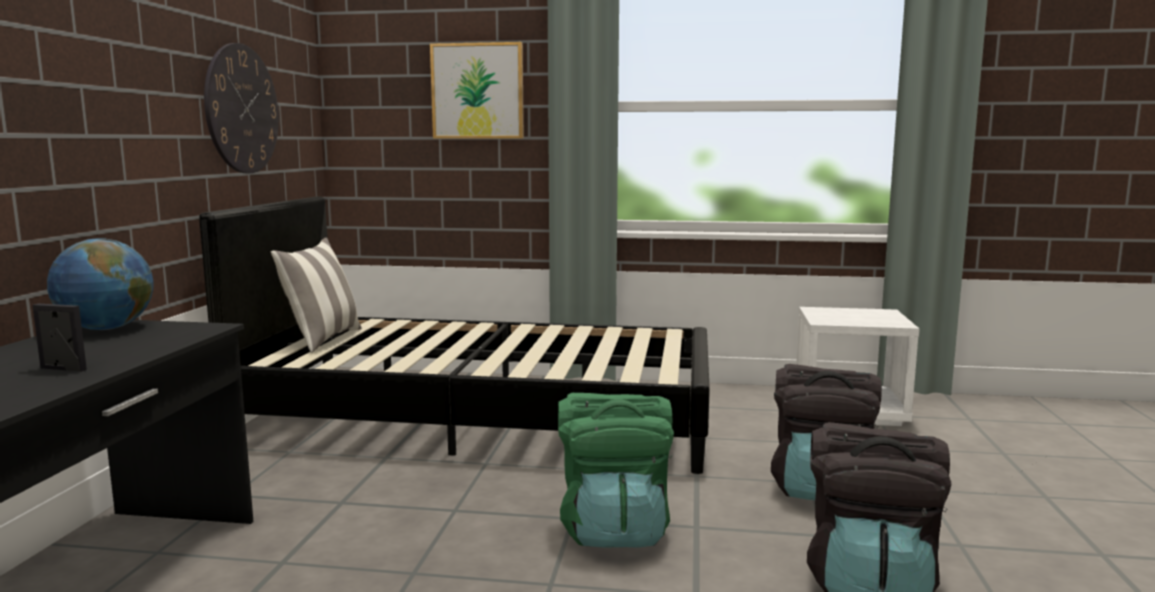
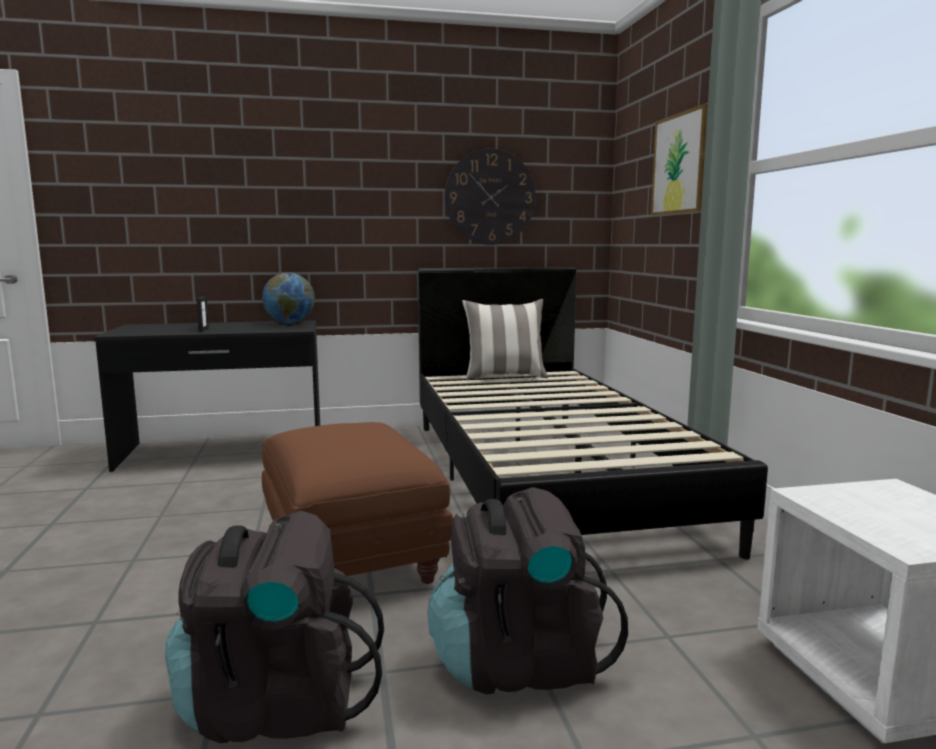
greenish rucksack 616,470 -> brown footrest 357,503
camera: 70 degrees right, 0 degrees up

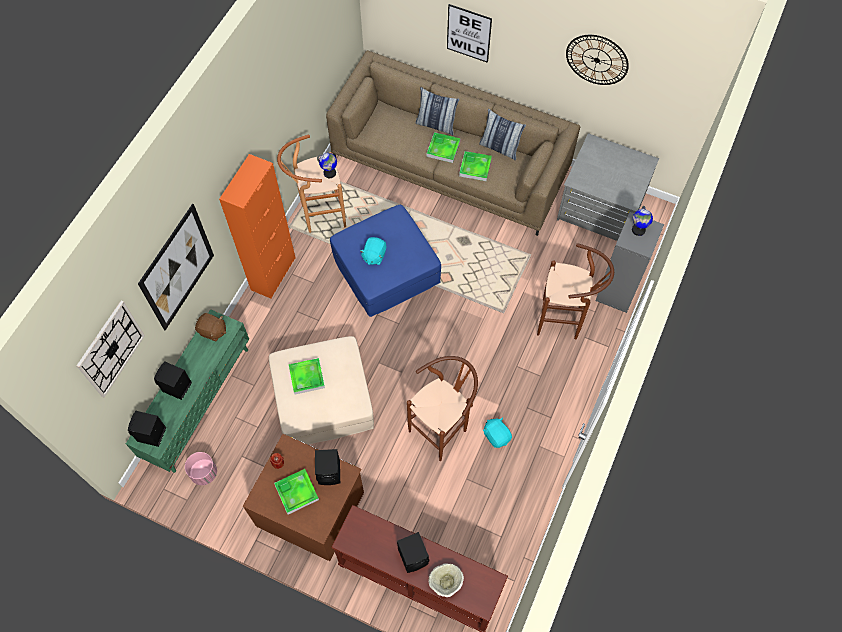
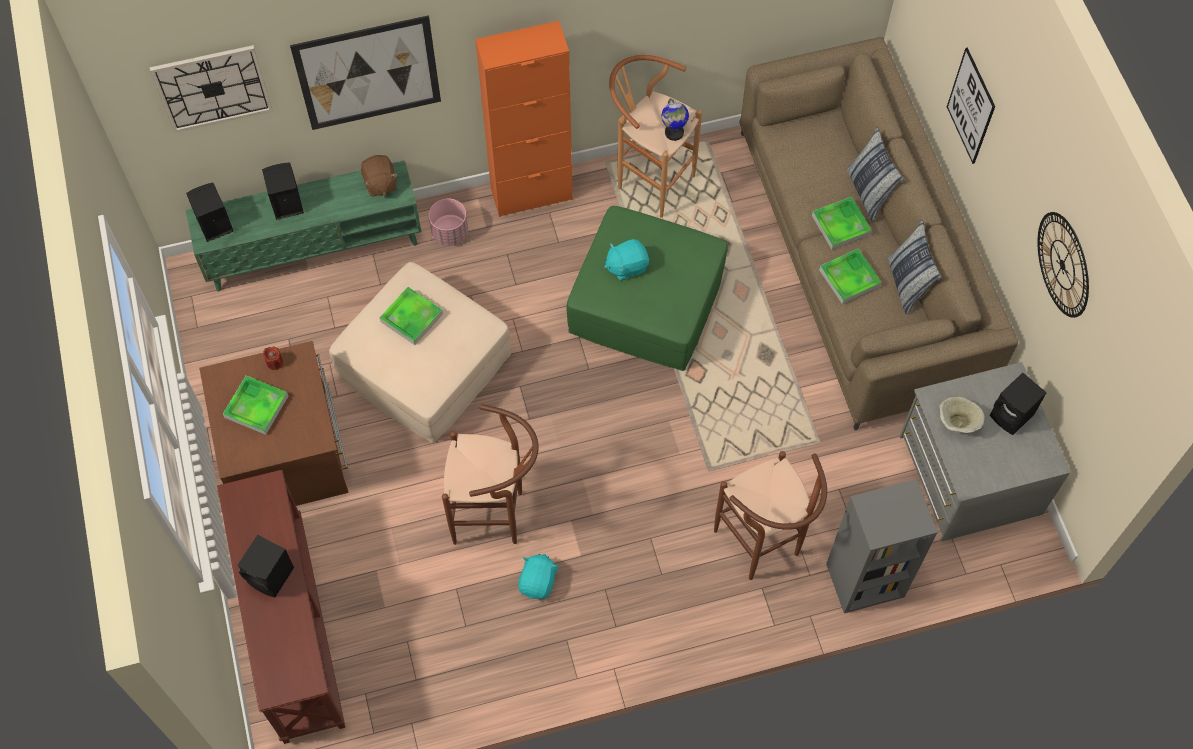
blue-coloured footrest 385,261 -> greenish footrest 647,288
desk globe 642,221 -> none
black speaker 327,467 -> black speaker 1018,403, shifted
pinkish plant pot 201,468 -> pinkish plant pot 448,222, shifted
beige deep dish 446,580 -> beige deep dish 962,415, shifted
camera: 50 degrees right, 0 degrees up

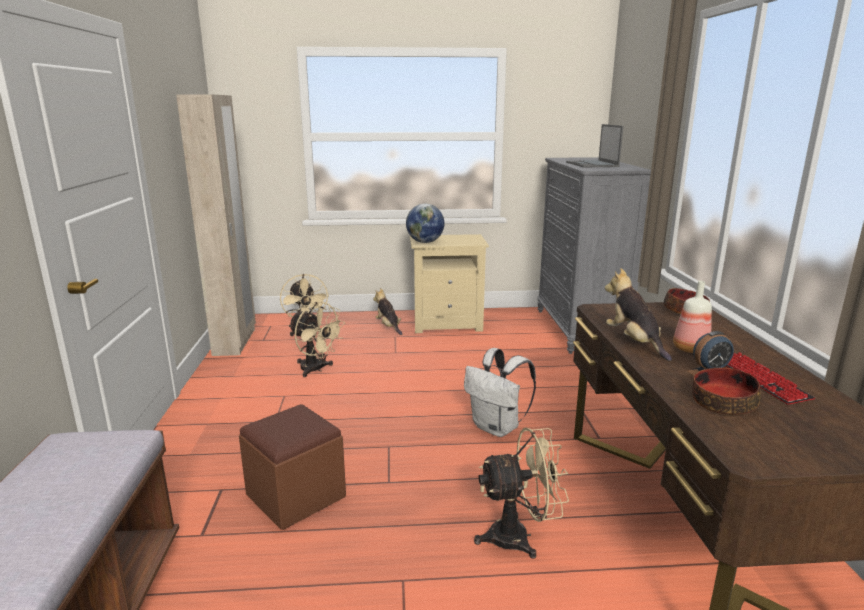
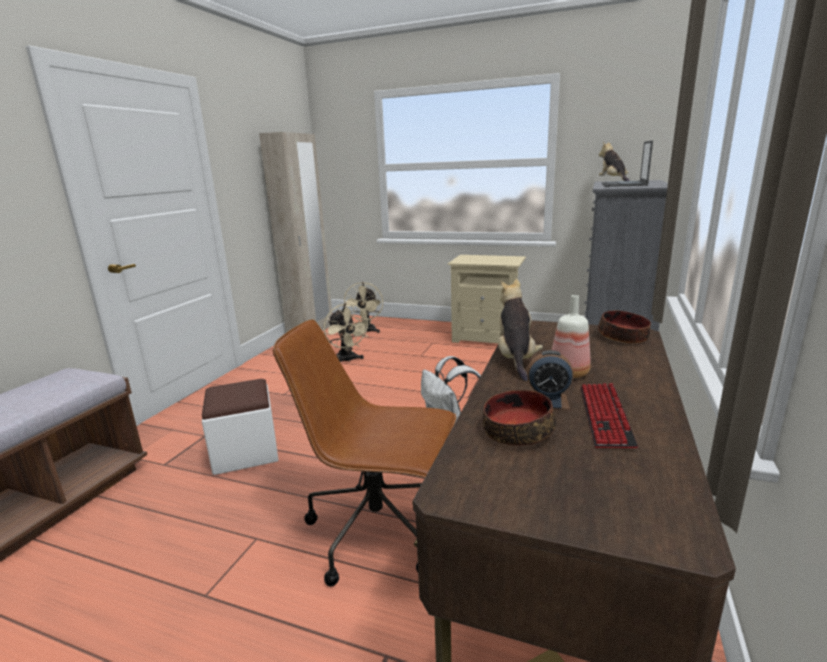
desk globe 425,223 -> none
soft toy 387,311 -> soft toy 614,161, shifted
brown footrest 292,467 -> whitish footrest 240,427
beige fan 521,493 -> brown desk chair 364,453
camera: 25 degrees right, 0 degrees up

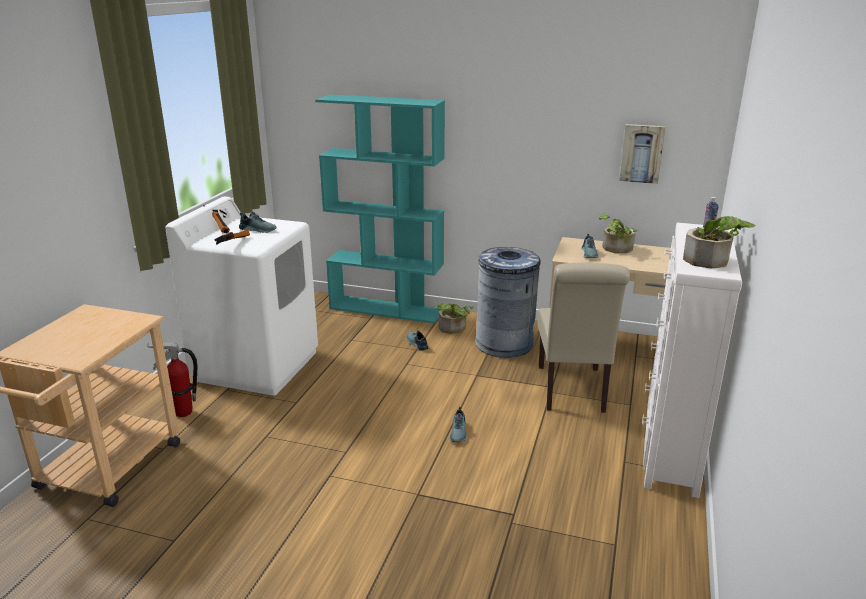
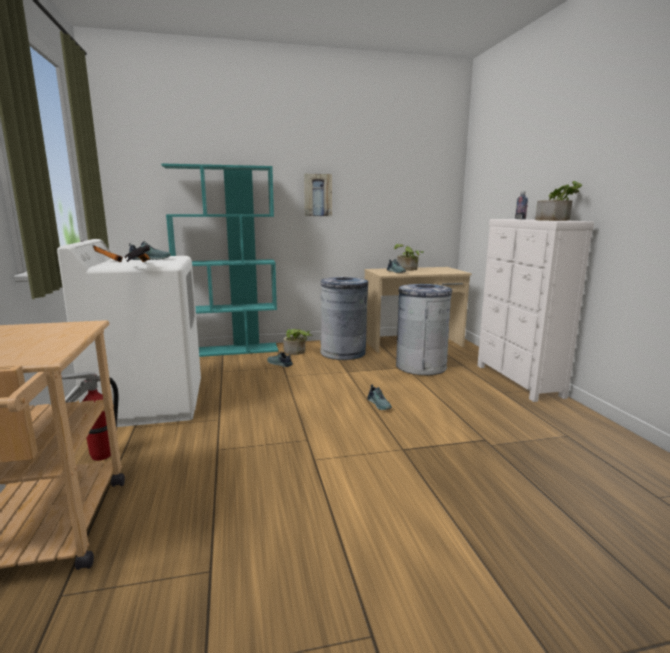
wall art 642,154 -> wall art 318,195, shifted
beige upright chair 583,338 -> greyish trash can 424,329
camera: 30 degrees left, 10 degrees down

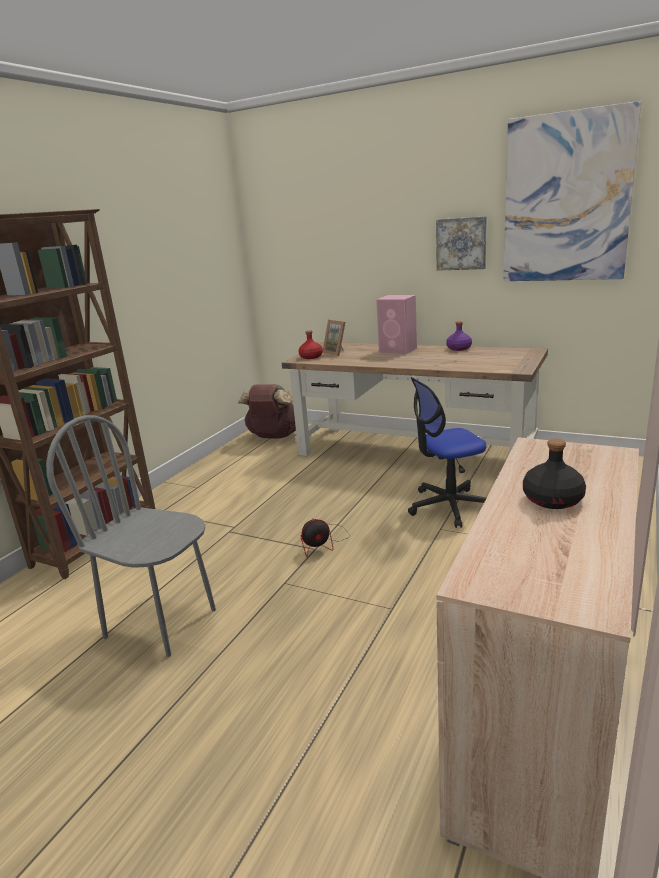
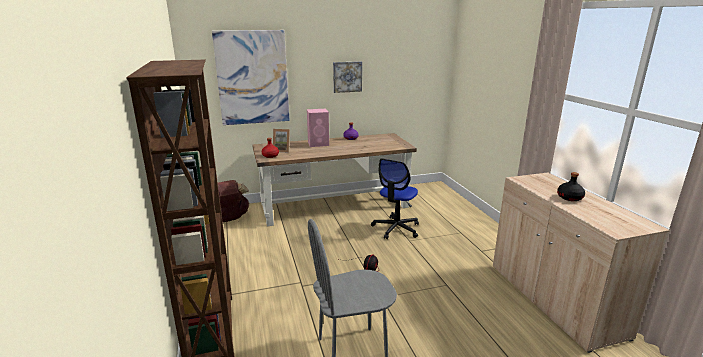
wall art 572,191 -> wall art 251,77, shifted
camera: 45 degrees left, 0 degrees up

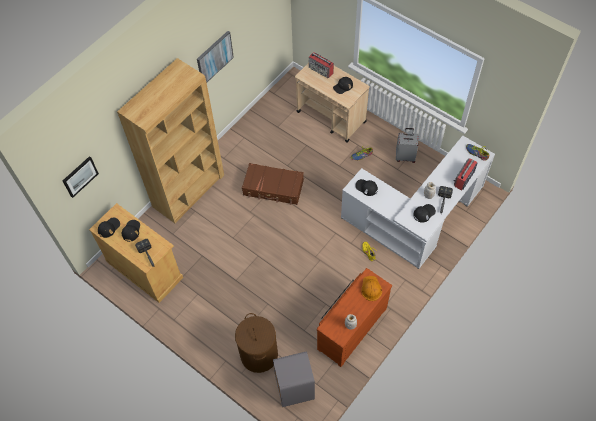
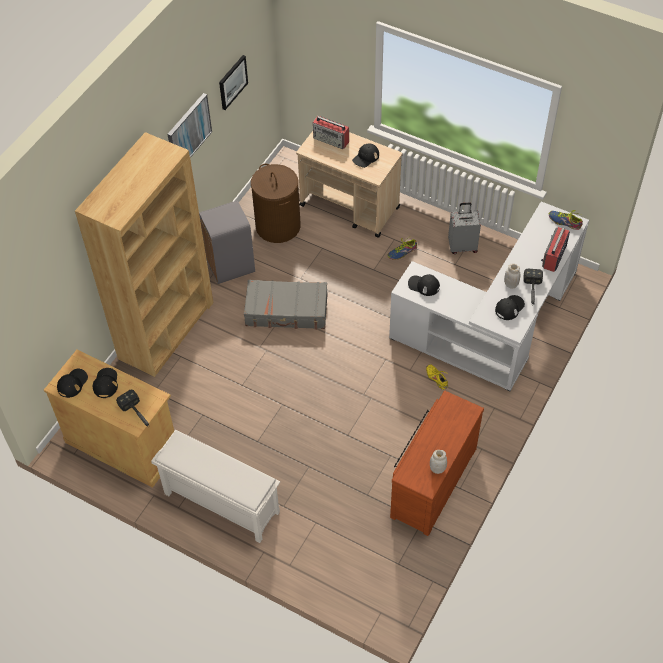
wall art 81,177 -> wall art 233,82, shifted
brown suitcase 273,184 -> greyish suitcase 285,305
orangey hard hat 371,288 -> none
brown hamper 256,343 -> brown hamper 275,203, shifted
greyish trash can 294,379 -> greyish trash can 227,242, shifted
none -> whitish shoe stand 215,486
camera: 10 degrees left, 5 degrees down

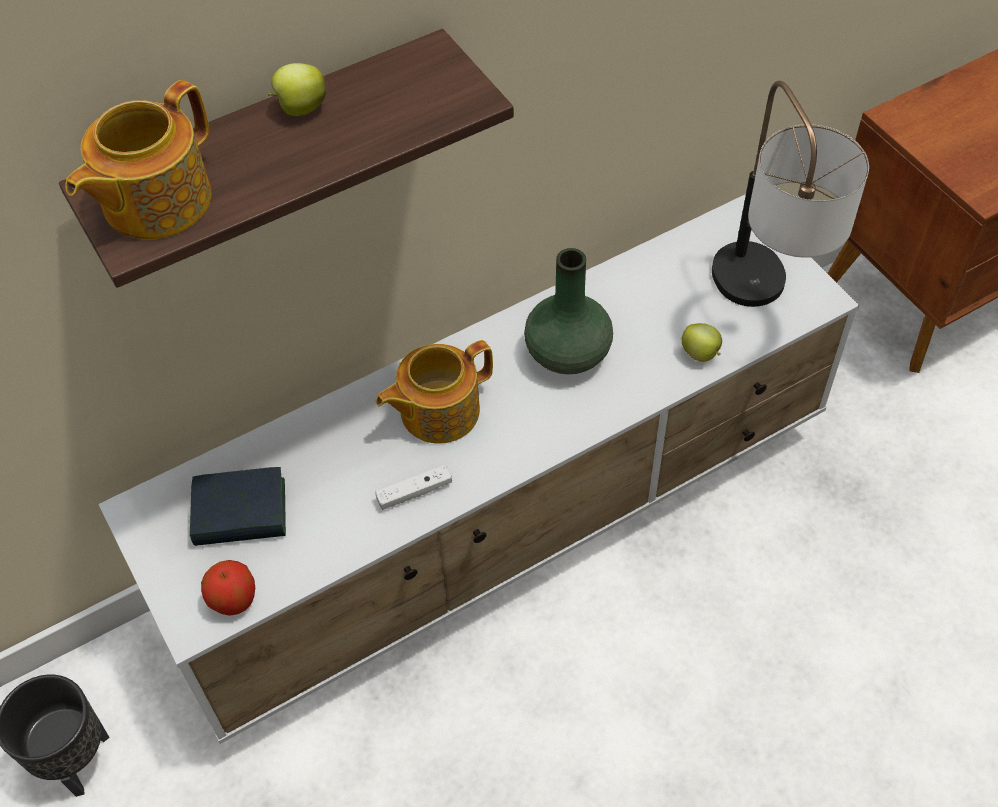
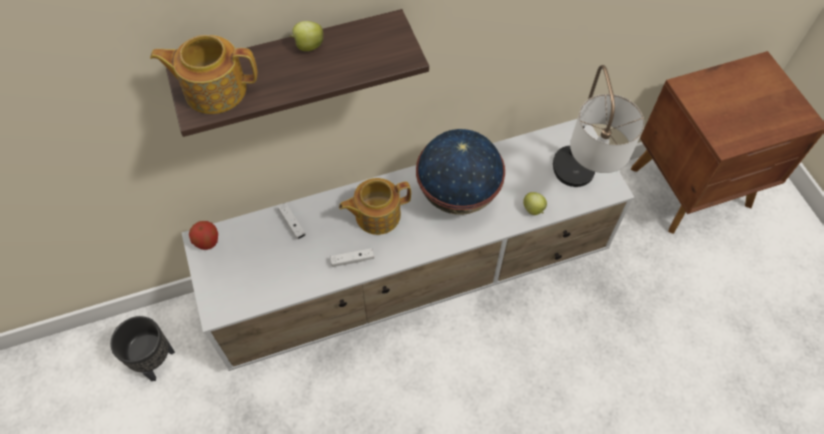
pot for tea 138,159 -> pot for tea 204,74, 45 degrees clockwise
greenish flower vase 568,311 -> desk globe 460,172
book 238,506 -> none
apple 228,588 -> apple 203,235, shifted
none -> whitish gamepad 292,221
camera: 10 degrees right, 5 degrees up

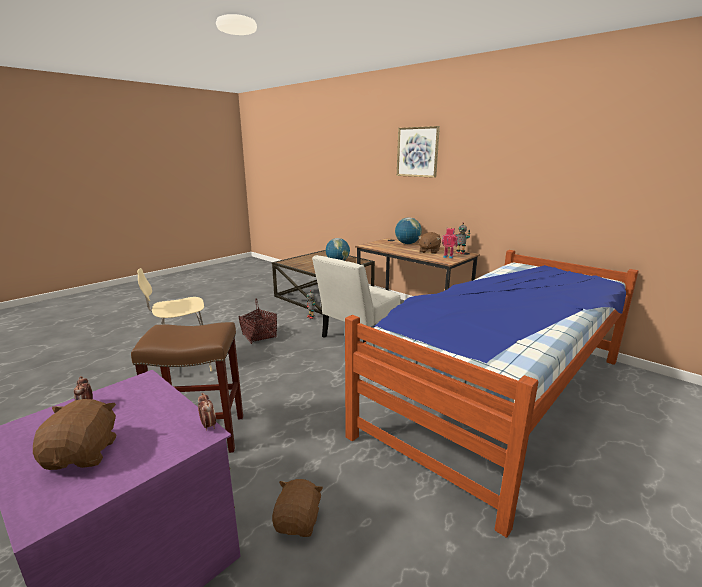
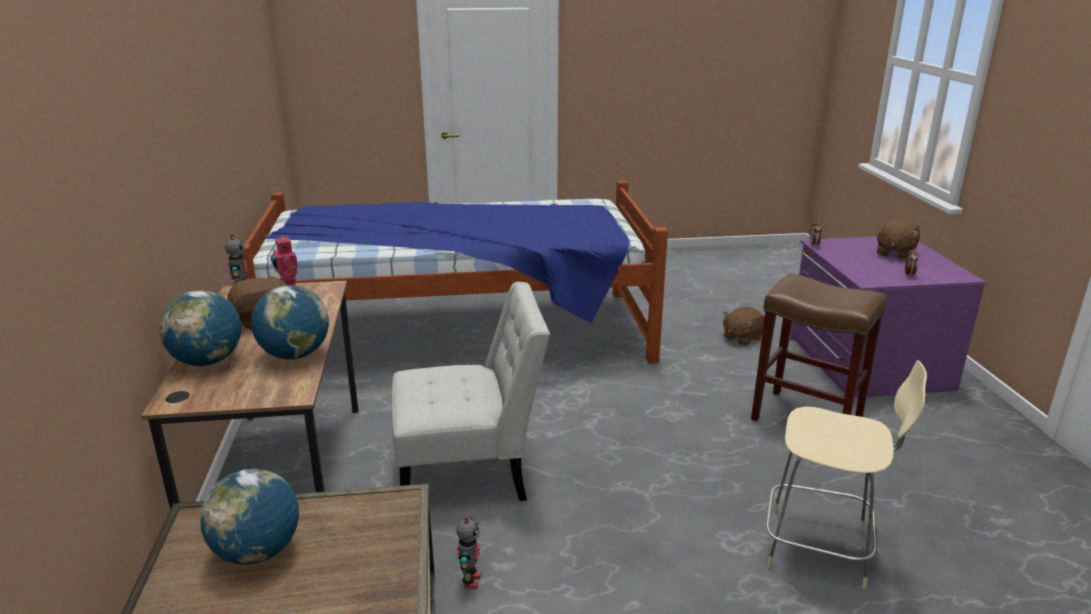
wall art 418,152 -> none
household basket 258,321 -> none
none -> desk globe 290,322
camera: 140 degrees left, 5 degrees up

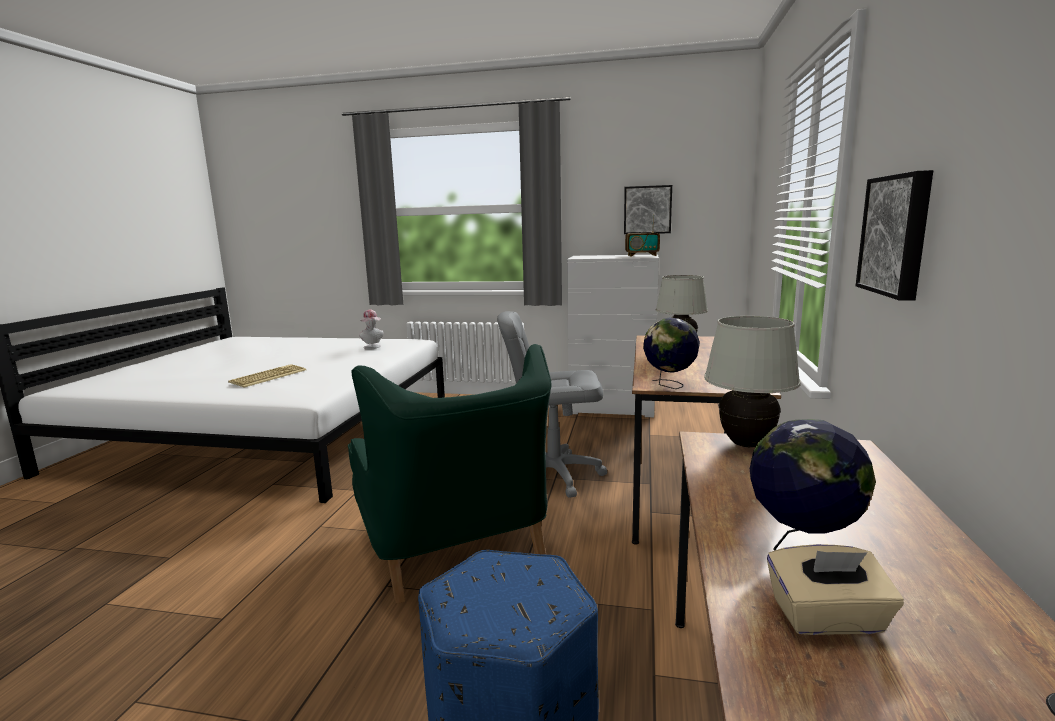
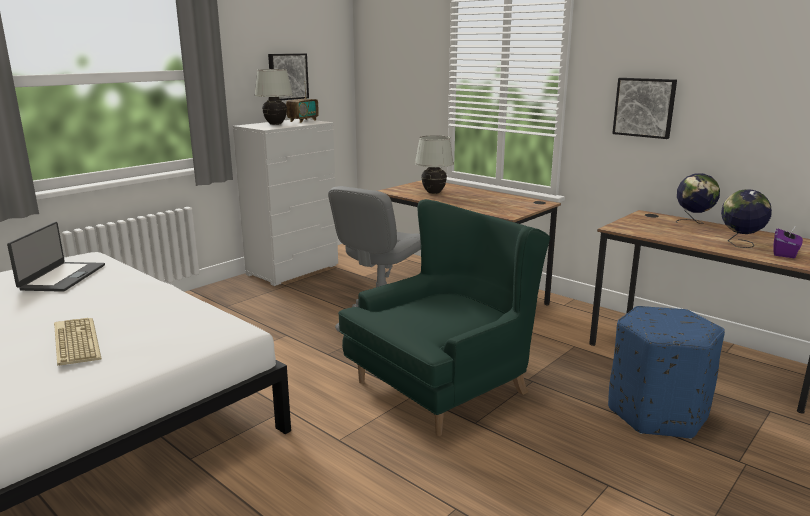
hat 371,329 -> laptop 56,257
whitish table lamp 752,381 -> whitish table lamp 274,97, shifted
desk globe 671,353 -> desk globe 698,198, shifted
greenish easy chair 450,474 -> greenish easy chair 444,317, 45 degrees counterclockwise
beige tissue holder 835,589 -> purplish tissue holder 788,241
camera: 60 degrees left, 5 degrees up

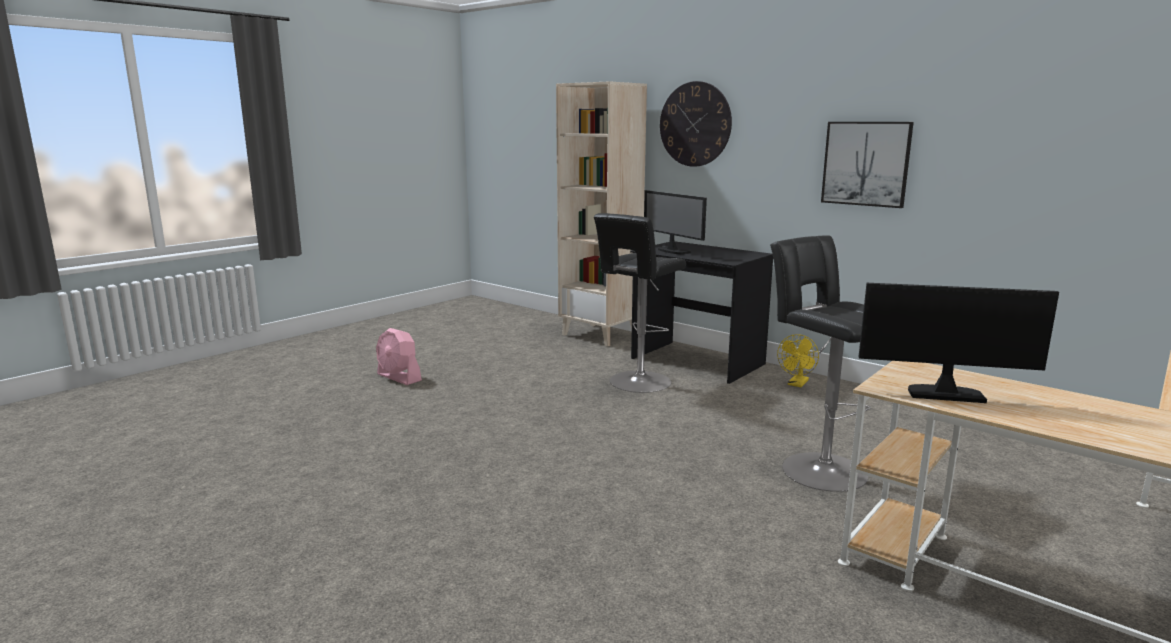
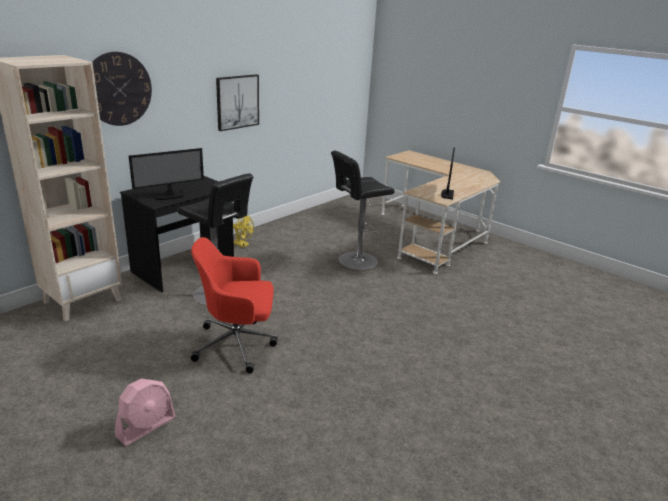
none -> red-coloured desk chair 234,305
camera: 90 degrees left, 10 degrees up

